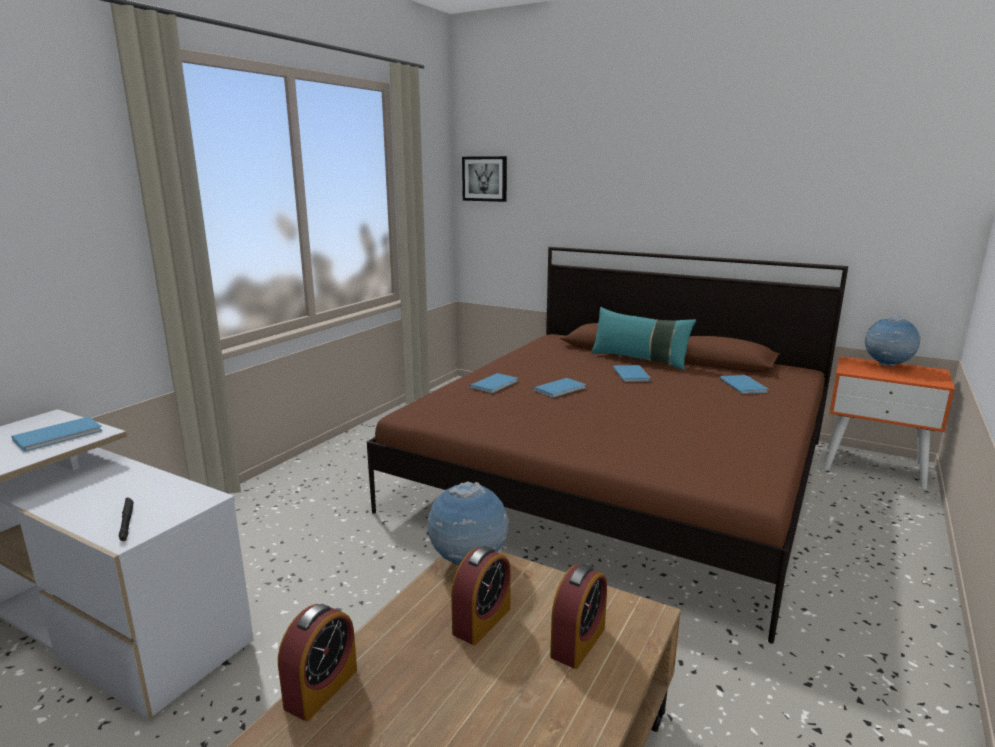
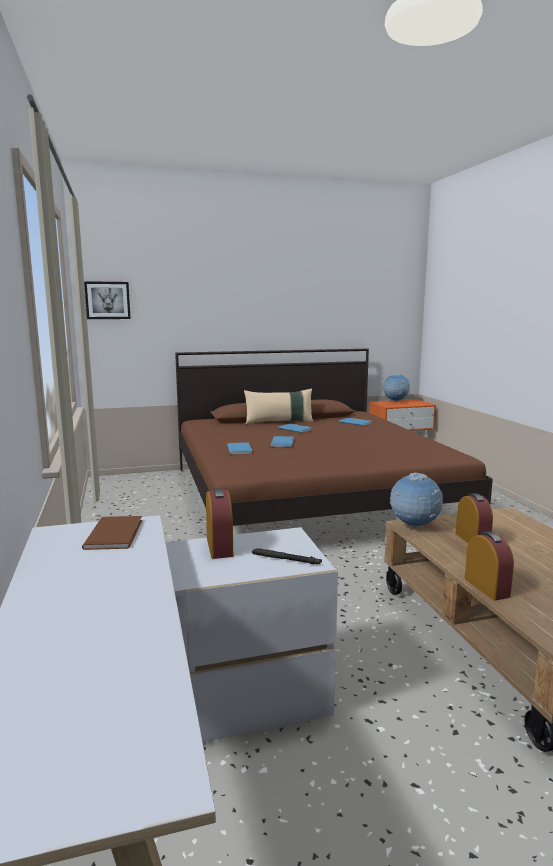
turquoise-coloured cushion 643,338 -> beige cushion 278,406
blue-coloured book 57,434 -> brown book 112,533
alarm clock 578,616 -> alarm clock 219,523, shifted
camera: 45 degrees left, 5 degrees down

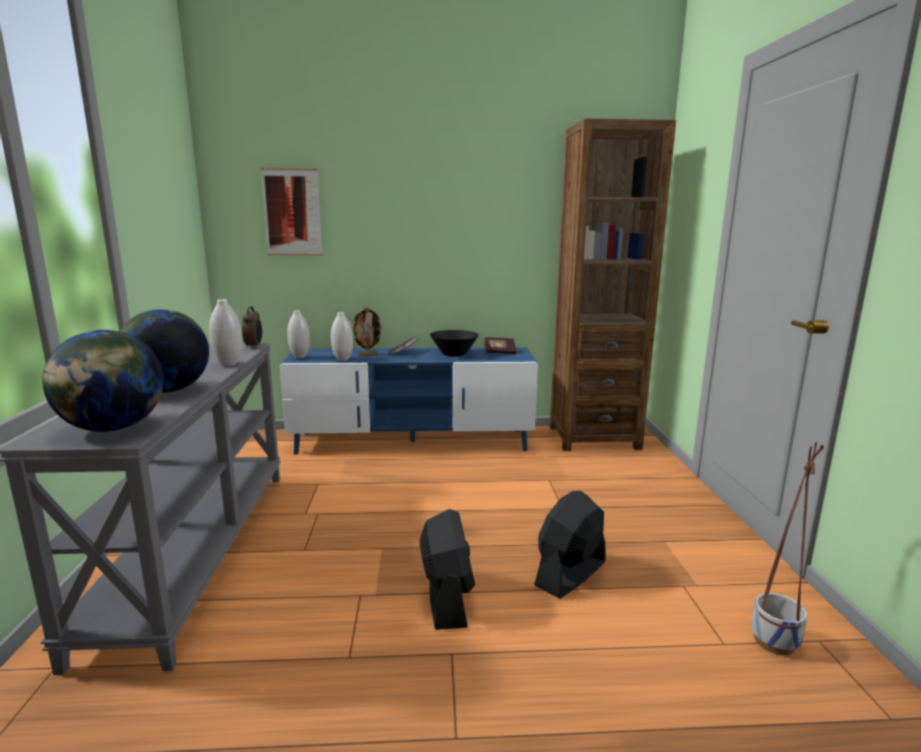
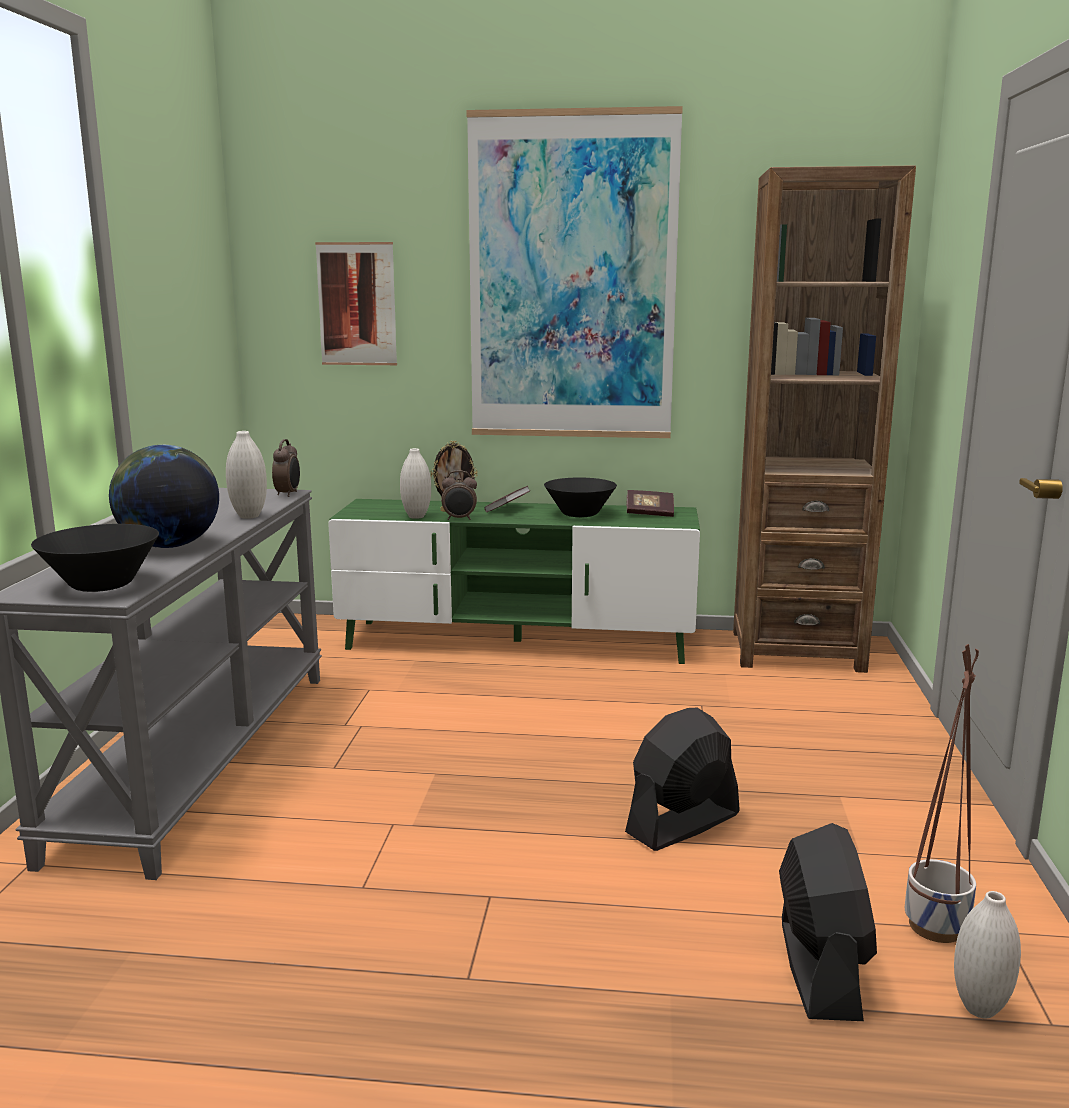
whitish flower vase 298,334 -> whitish flower vase 987,954, shifted
desk globe 103,381 -> black deep dish 95,558
blue-coloured tv unit 409,401 -> greenish tv unit 514,581
black fan 447,569 -> black fan 828,922, shifted
none -> wall art 574,272
none -> alarm clock 459,495
camera: 10 degrees right, 0 degrees up

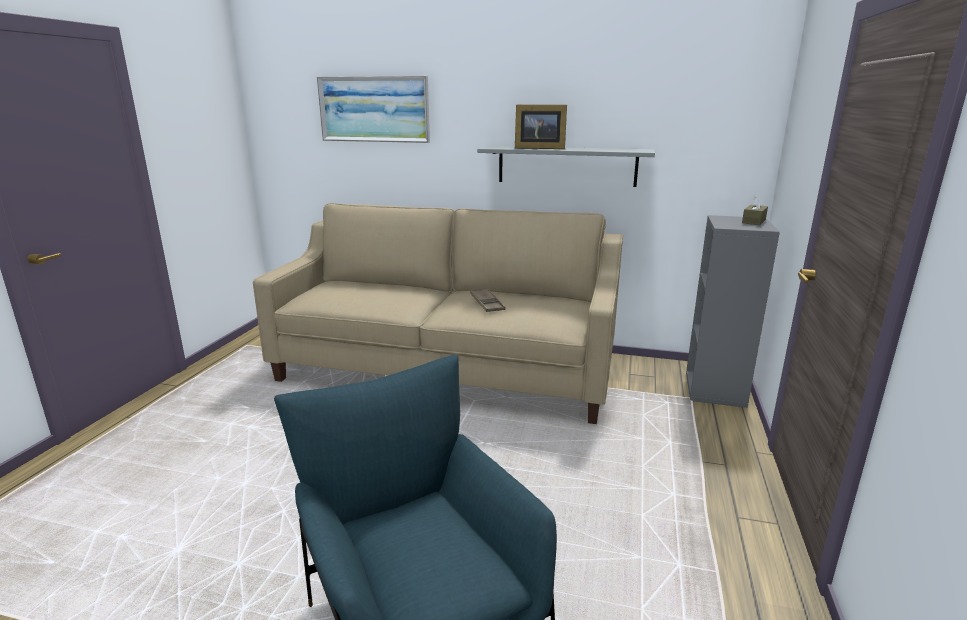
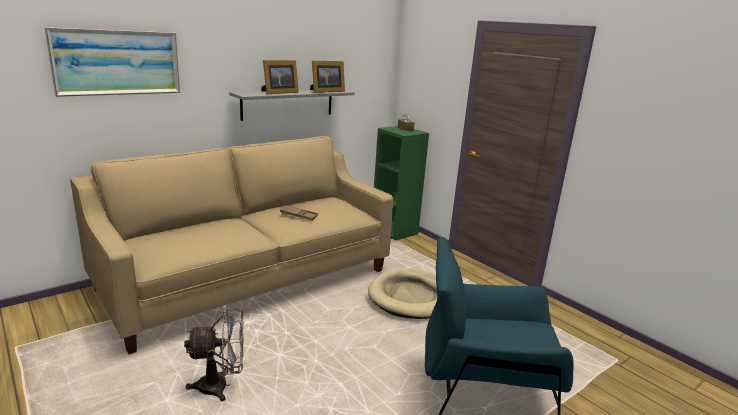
greyish bookshelf 733,311 -> greenish bookshelf 401,183
none -> photo frame 327,77
none -> beige pet bed 402,293
none -> greyish fan 214,354
camera: 55 degrees left, 0 degrees up

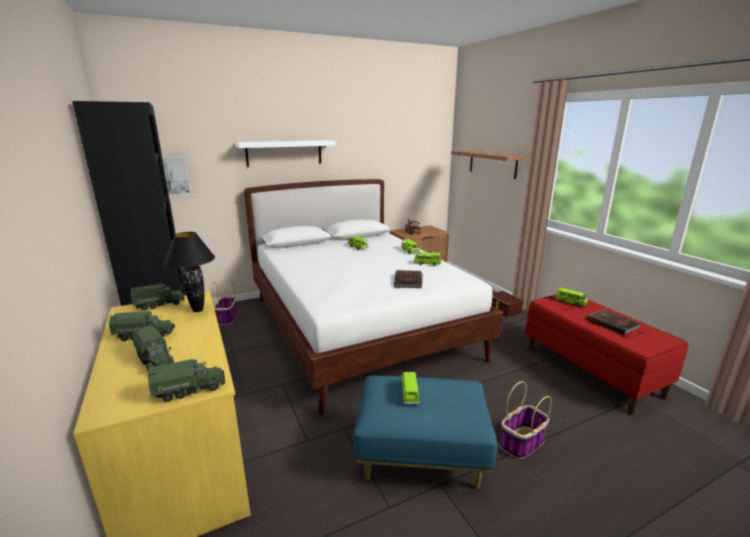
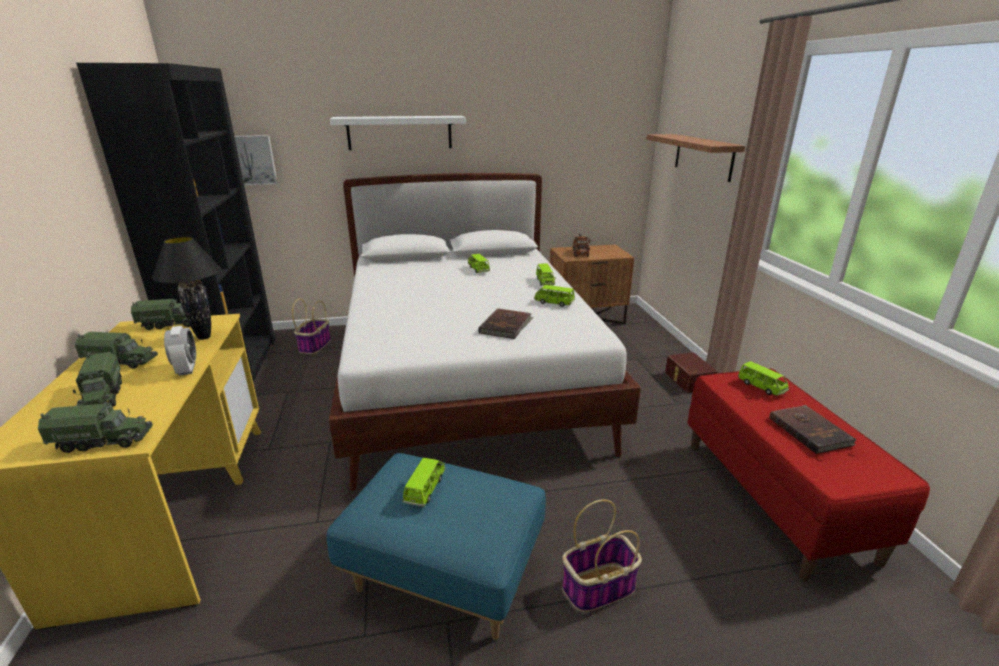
none -> alarm clock 180,351
camera: 15 degrees right, 5 degrees up

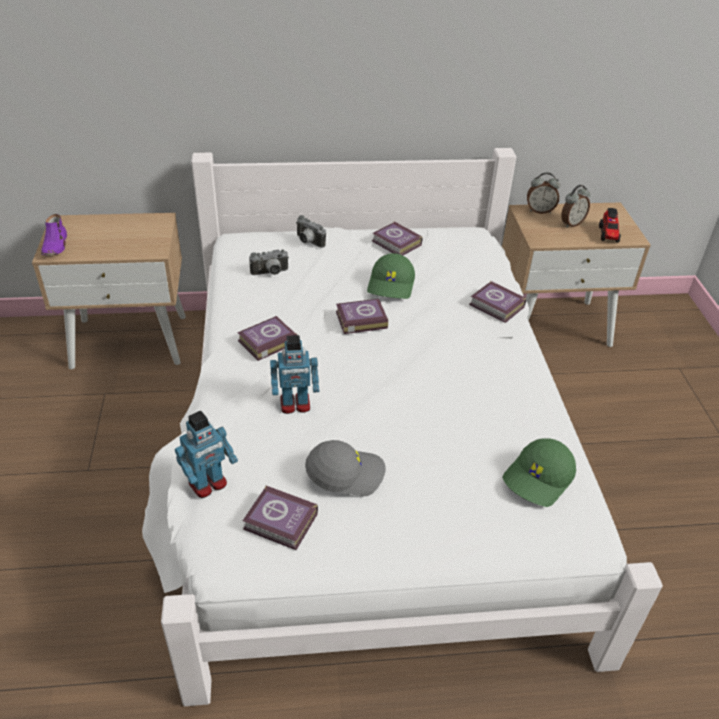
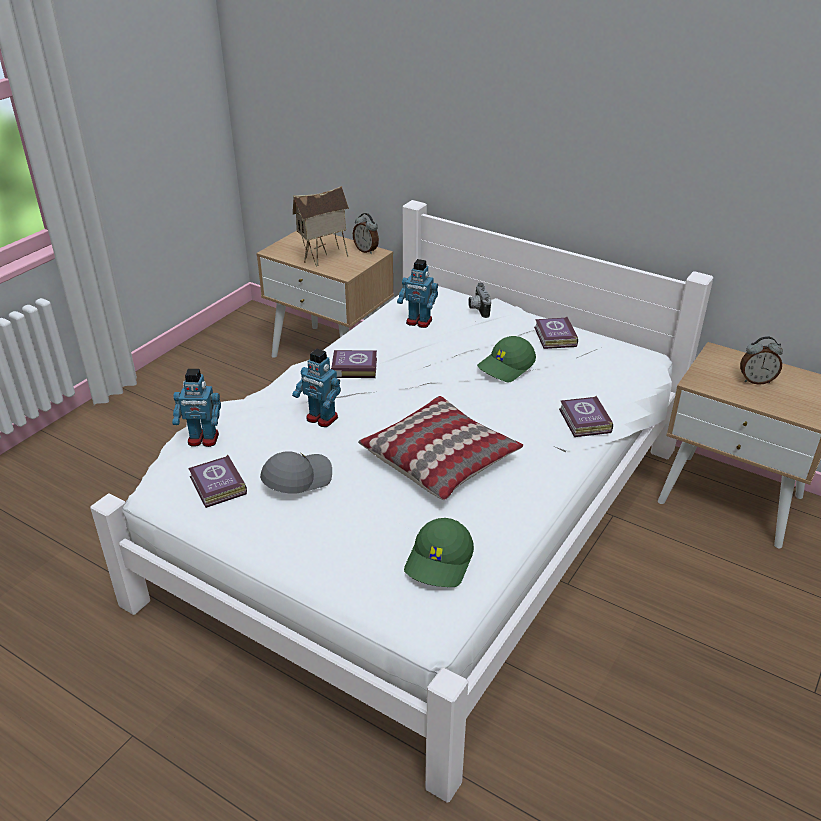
alarm clock 543,193 -> alarm clock 366,233, shifted
model truck 610,225 -> none
purplish shoe 54,235 -> none
still camera 268,262 -> toy robot 417,293
book 362,316 -> none
greenish peaked cap 539,472 -> greenish peaked cap 439,552, 60 degrees counterclockwise
greyish peaked cap 345,468 -> greyish peaked cap 296,472, 75 degrees counterclockwise
none -> toy house 321,226
none -> cushion 440,448
camera: 40 degrees right, 5 degrees down

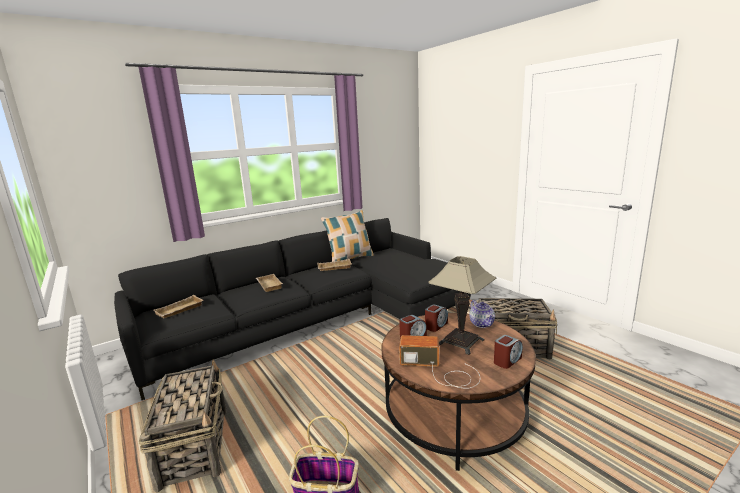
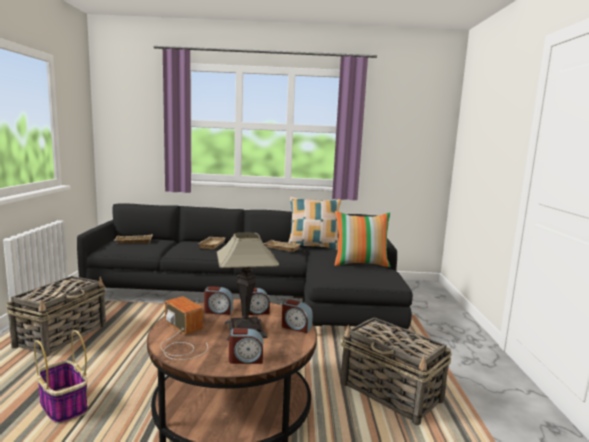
pot for tea 482,314 -> alarm clock 297,316
none -> cushion 362,239
camera: 35 degrees right, 5 degrees down

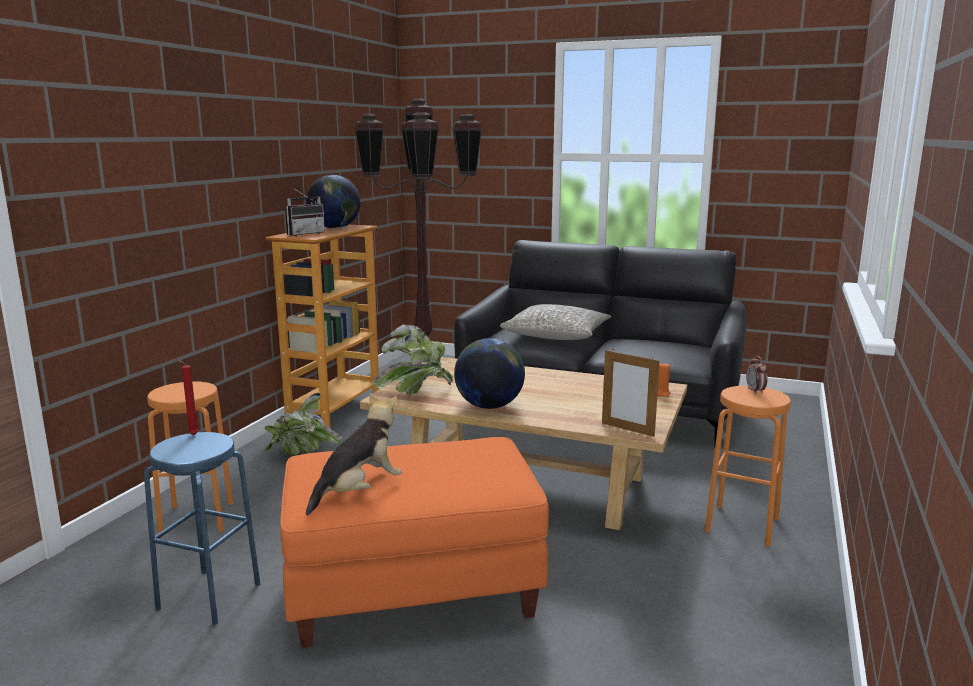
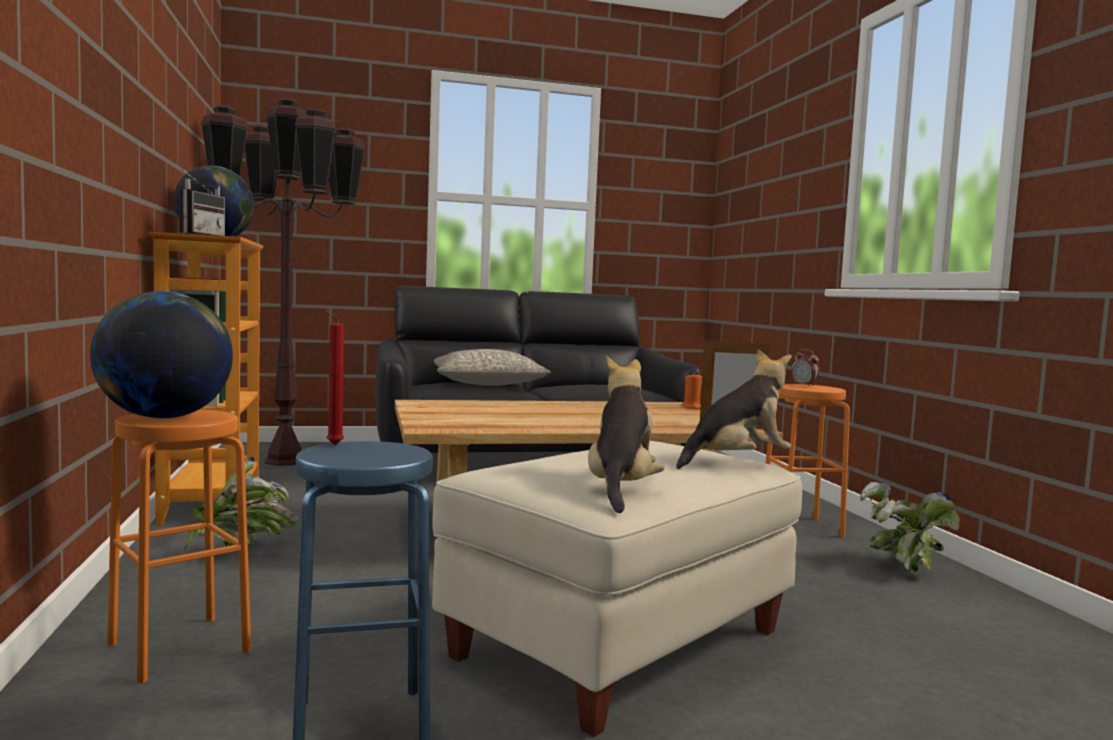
houseplant 413,359 -> houseplant 910,527, shifted
desk globe 489,373 -> desk globe 161,355, shifted
orangey footrest 414,542 -> beige footrest 617,589
none -> soft toy 734,409
camera: 35 degrees left, 10 degrees down

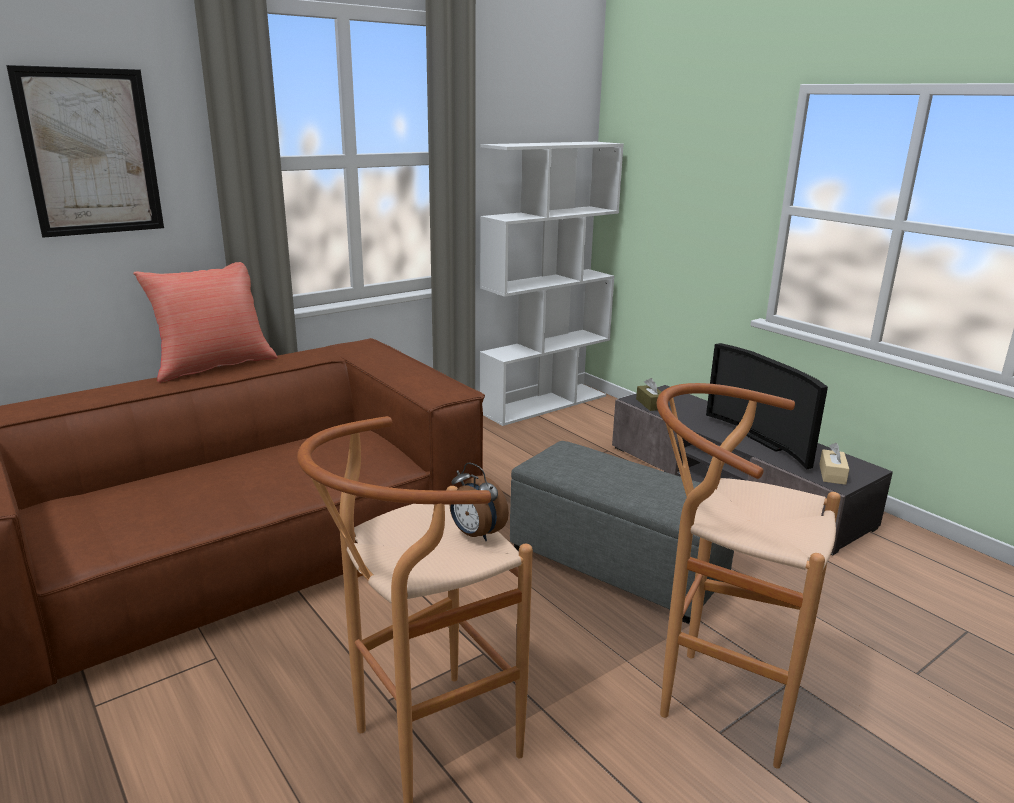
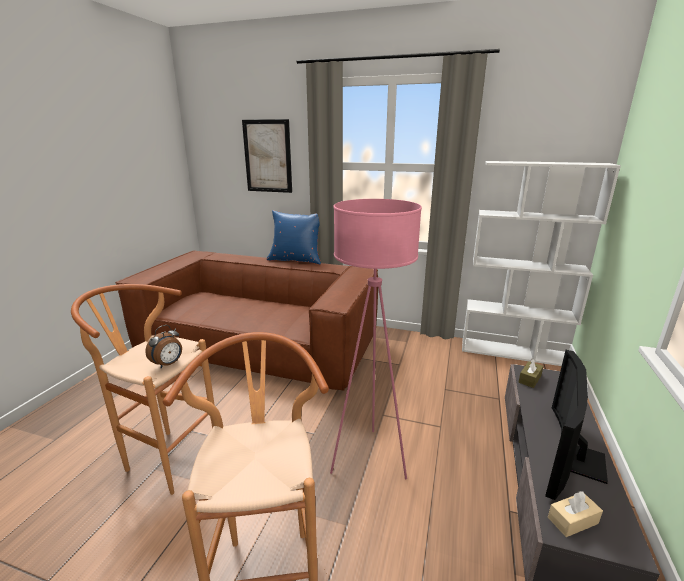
red-coloured cushion 205,322 -> blue-coloured cushion 294,237
greyish footrest 622,532 -> pinkish standard lamp 376,339
alarm clock 479,501 -> alarm clock 163,346, 150 degrees counterclockwise
camera: 55 degrees right, 0 degrees up

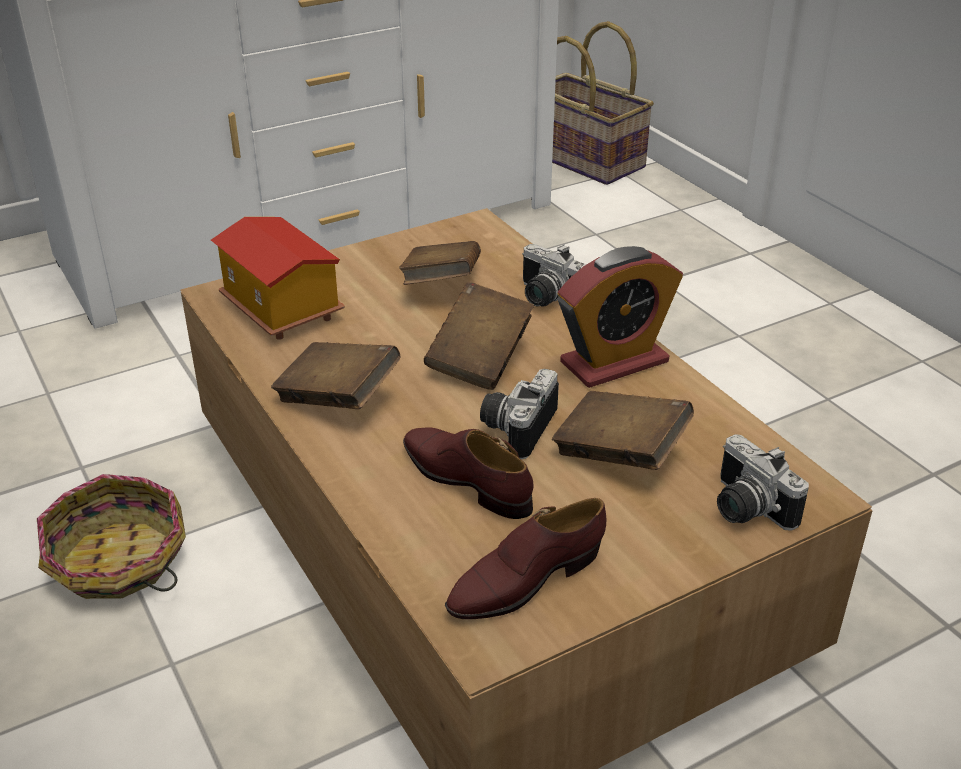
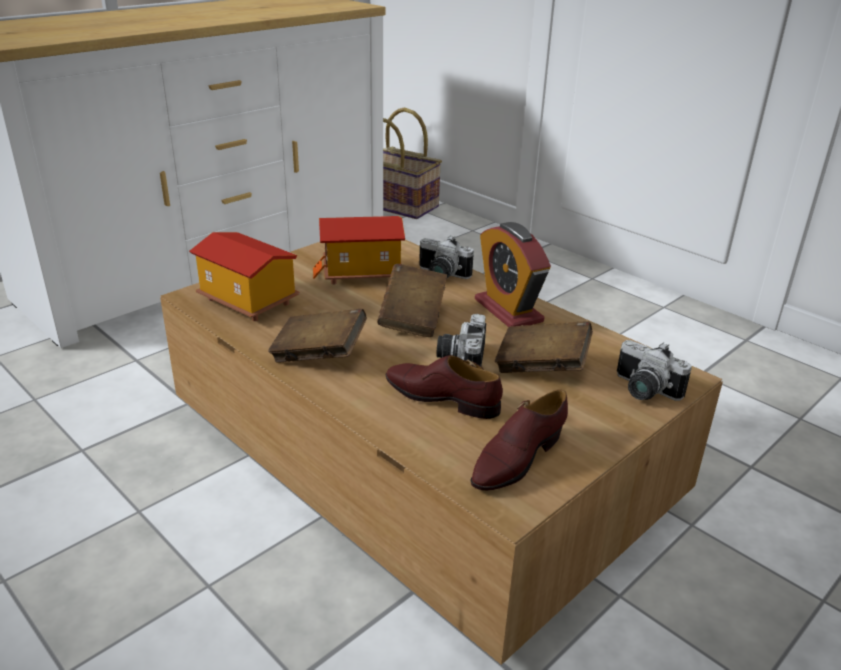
brown book 440,263 -> toy house 359,250
alarm clock 620,317 -> alarm clock 513,274, 105 degrees clockwise
household basket 111,536 -> none
camera: 15 degrees left, 5 degrees down

